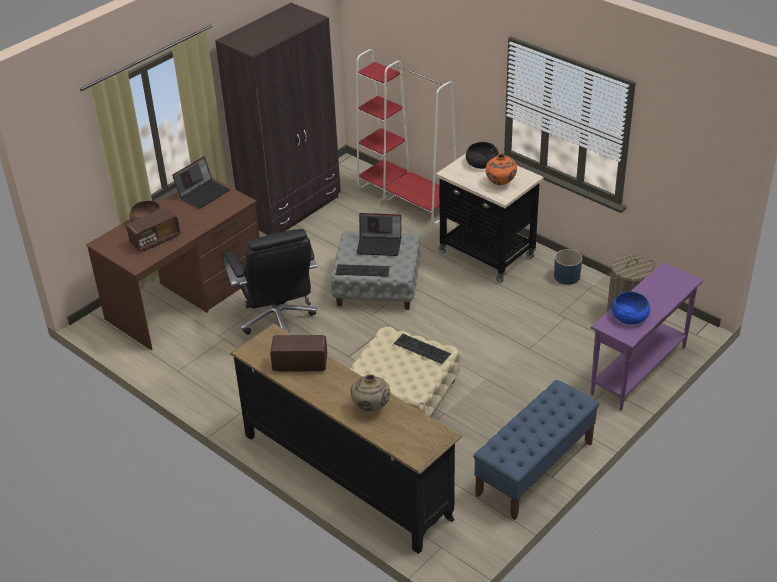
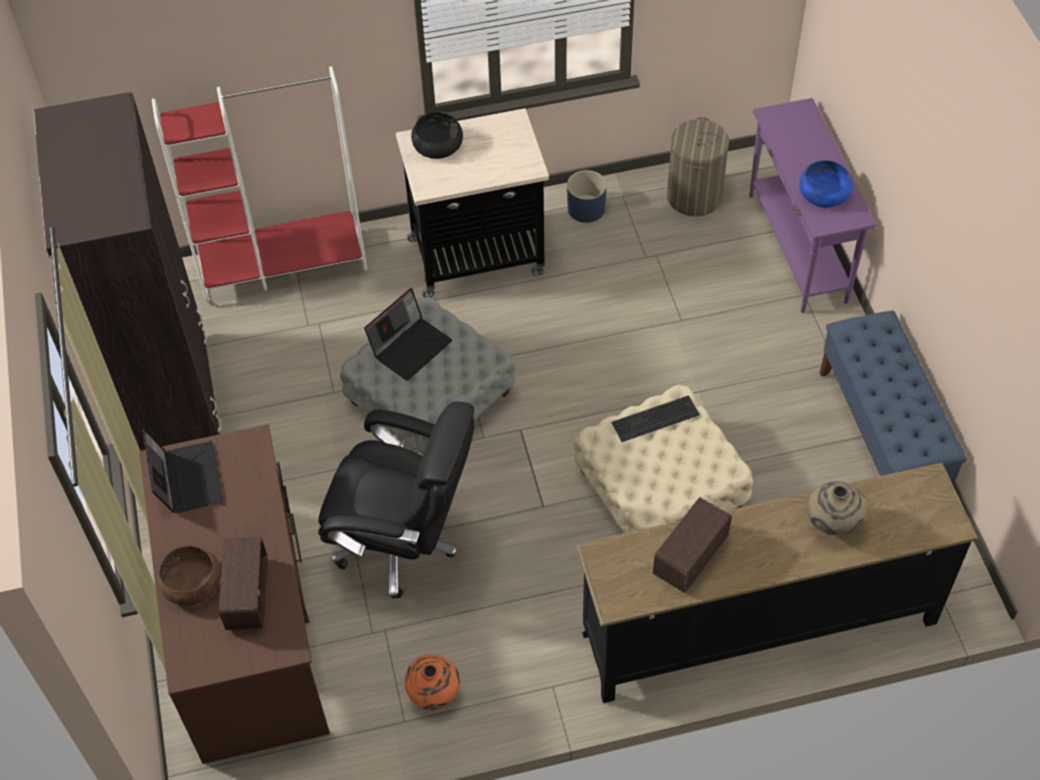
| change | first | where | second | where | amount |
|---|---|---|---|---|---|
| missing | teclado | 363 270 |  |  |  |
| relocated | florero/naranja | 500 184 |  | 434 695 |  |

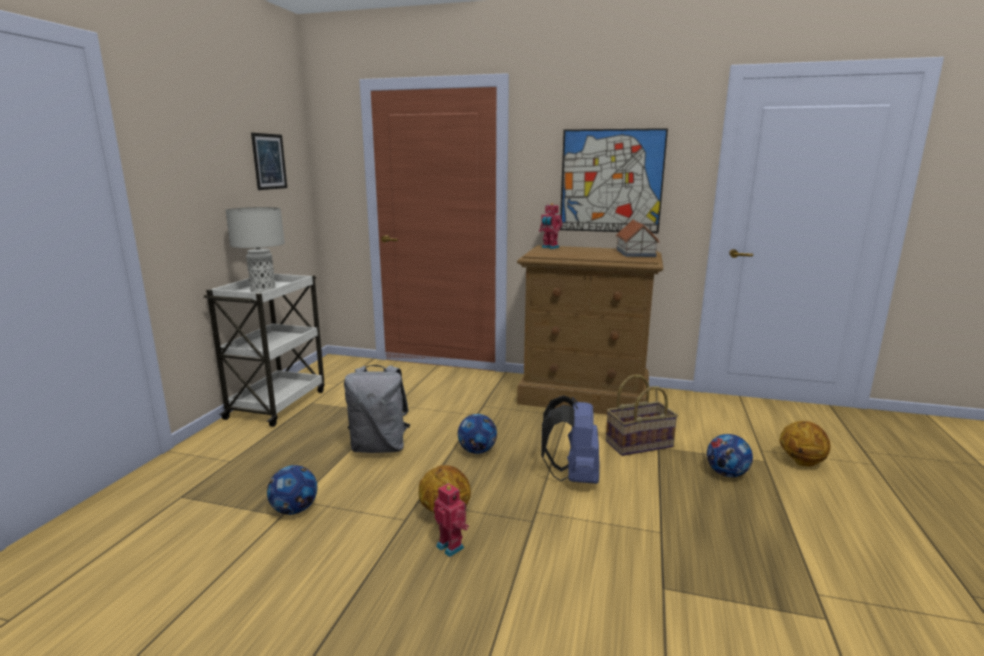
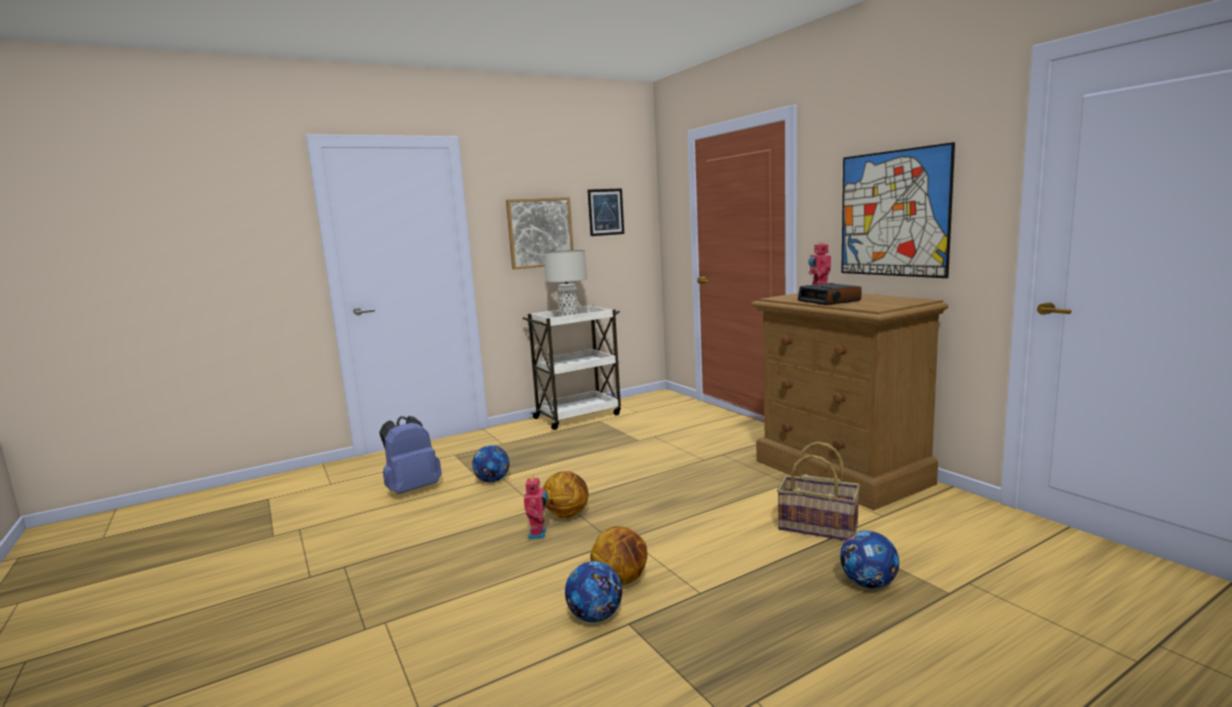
| change | first | where | second | where | amount |
|---|---|---|---|---|---|
| missing | mochila/gris | 380 447 |  |  |  |
| relocated | balón de fútbol | 477 451 |  | 595 616 |  |
| relocated | mochila/azul | 573 477 |  | 412 489 |  |
| missing | casita | 635 253 |  |  |  |
| relocated | balón de baloncesto | 801 462 |  | 621 580 |  |
| appeared |  |  | cuadro | 540 232 |  |
| appeared |  |  | despertador | 829 301 |  |

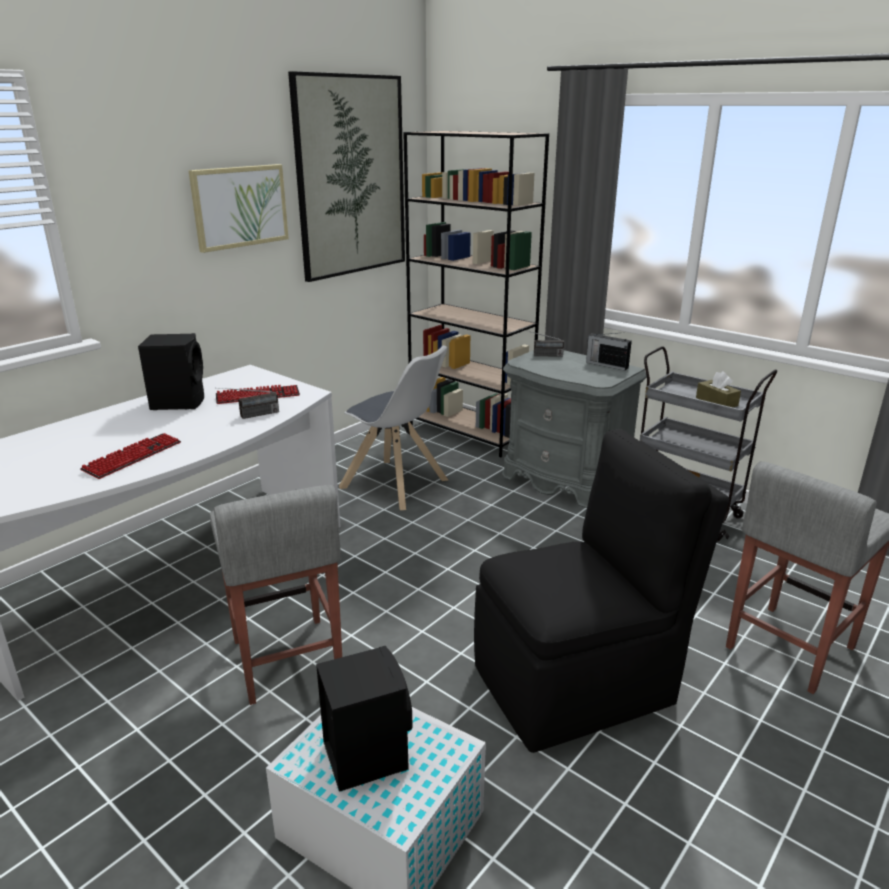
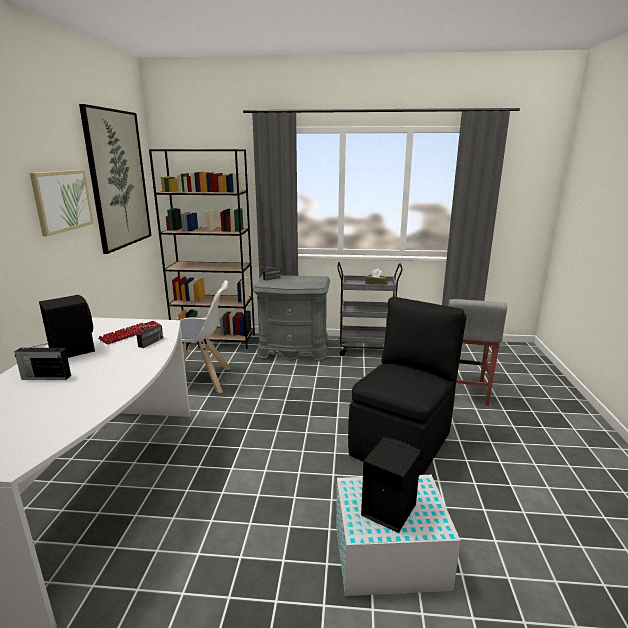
| change | first | where | second | where | amount |
|---|---|---|---|---|---|
| missing | teclado | 133 457 |  |  |  |
| missing | taburete/gris | 286 660 |  |  |  |
| relocated | radio | 606 365 |  | 45 377 |  |

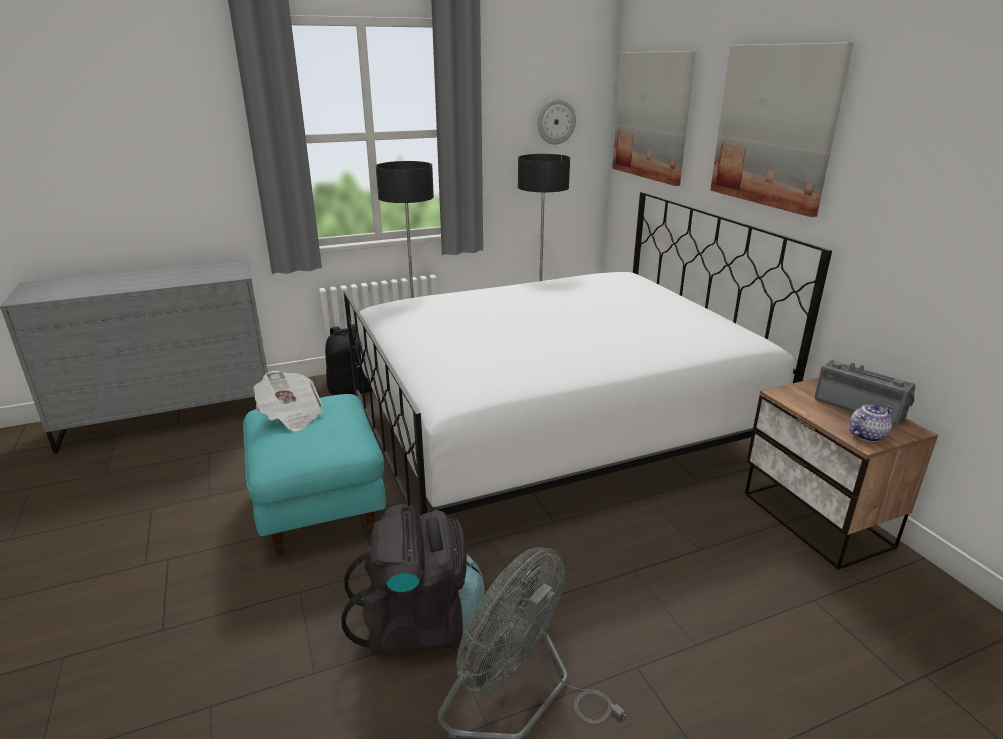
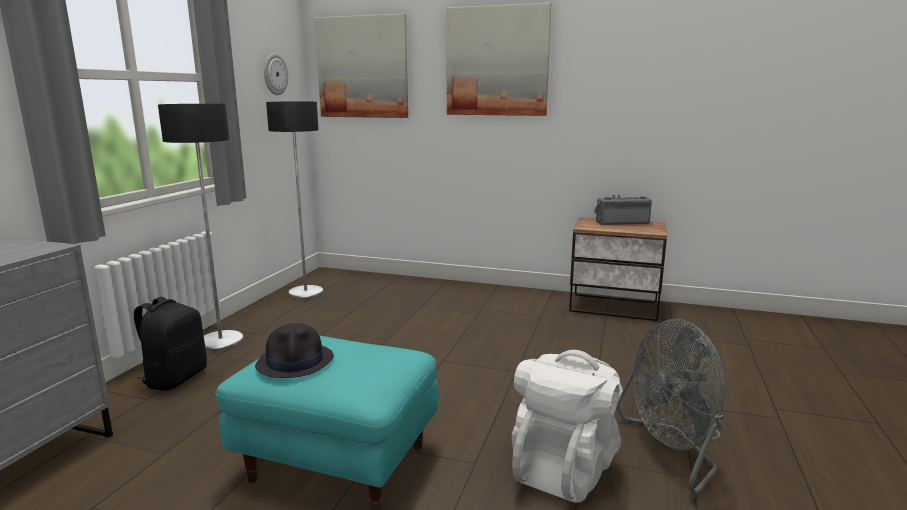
| change | first | where | second | where | amount |
|---|---|---|---|---|---|
| exchanged | periódico | 291 415 | sombrero/negro | 296 361 |  |
| colour | mochila/negro | 419 624 | mochila/blanco | 564 467 |  |
| missing | cama/blanco | 554 433 |  |  |  |
| missing | tetera | 867 435 |  |  |  |

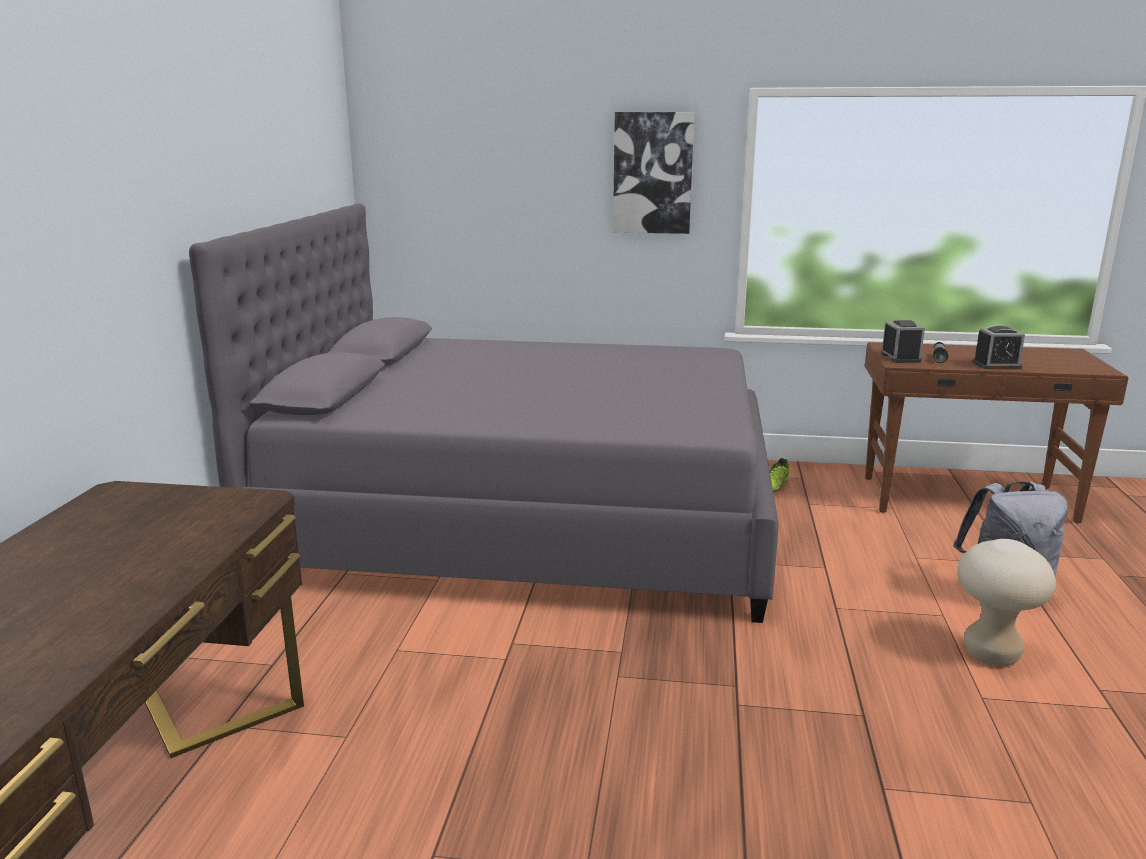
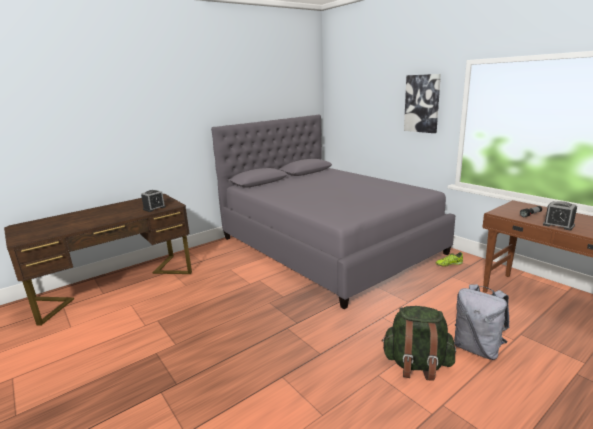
| change | first | where | second | where | amount |
|---|---|---|---|---|---|
| relocated | despertador | 900 357 |  | 154 208 |  |
| exchanged | taburete/beis | 991 654 | mochila/verde | 417 365 |  |

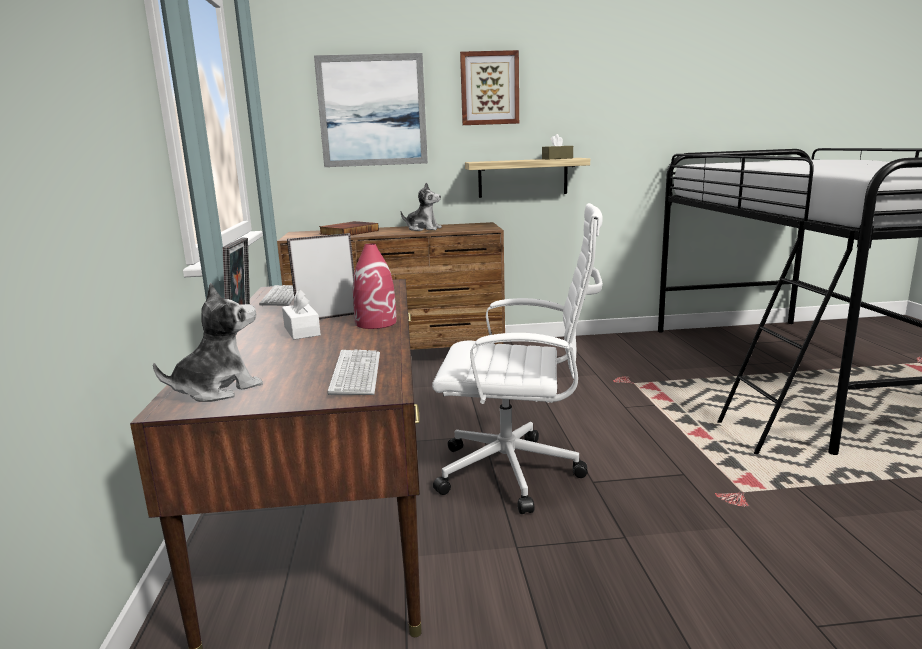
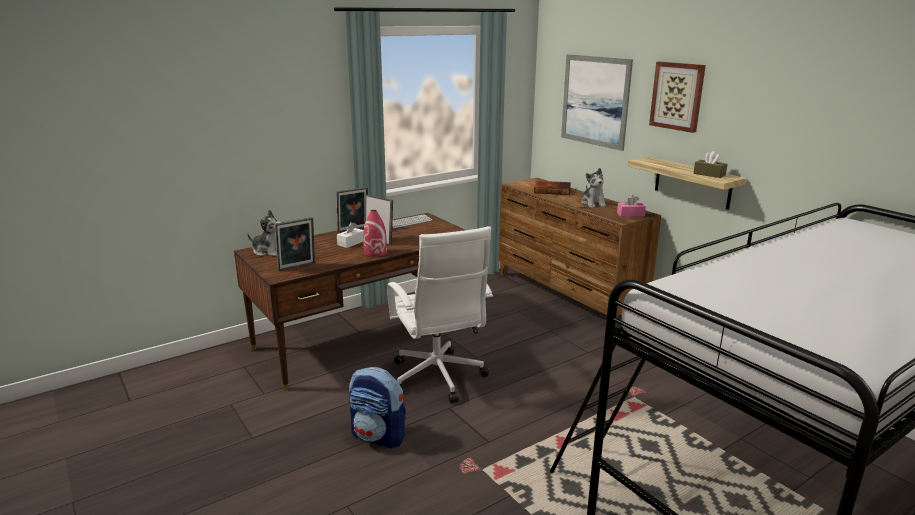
| change | first | where | second | where | amount |
|---|---|---|---|---|---|
| exchanged | teclado | 356 373 | portarretratos | 297 267 |  |
| appeared |  |  | mochila | 379 436 |  |
| appeared |  |  | caja de pañuelos/rosa | 630 214 |  |

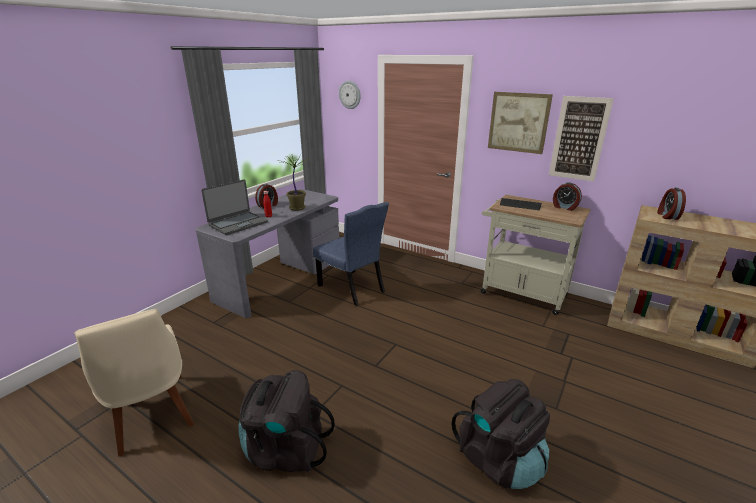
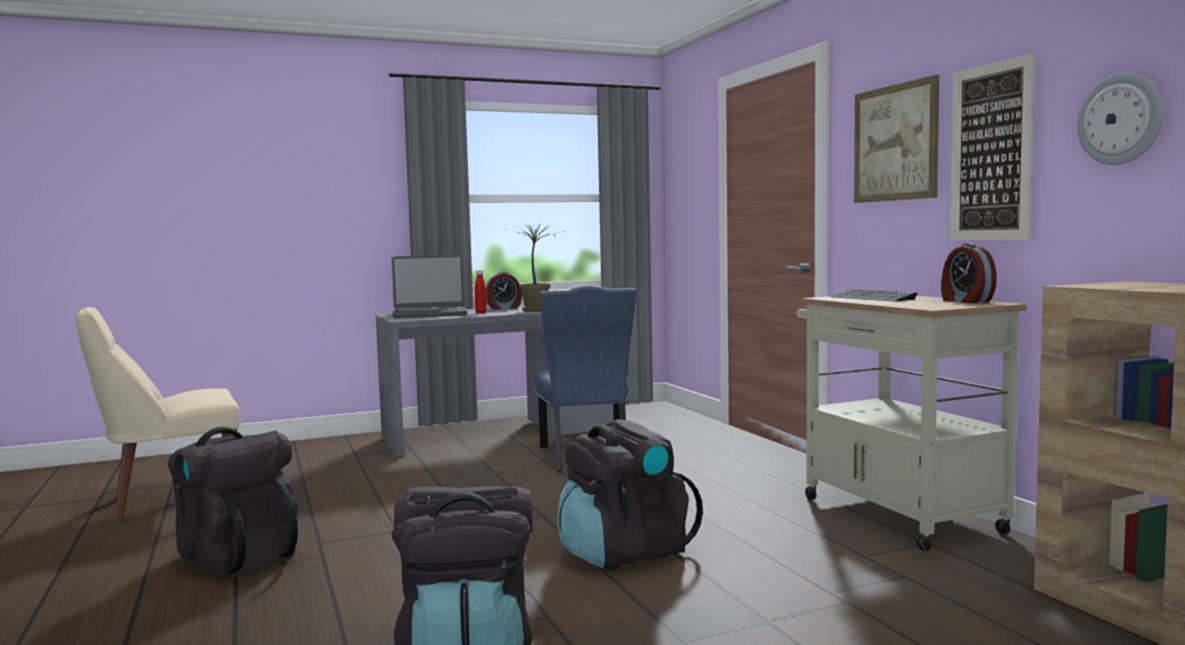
| change | first | where | second | where | amount |
|---|---|---|---|---|---|
| spun | silla/beis | 152 415 |  | 171 501 | 60 degrees clockwise |
| relocated | reloj de pared | 350 94 |  | 1121 119 |  |
| missing | despertador | 667 216 |  |  |  |
| appeared |  |  | mochila/negro | 624 553 |  |

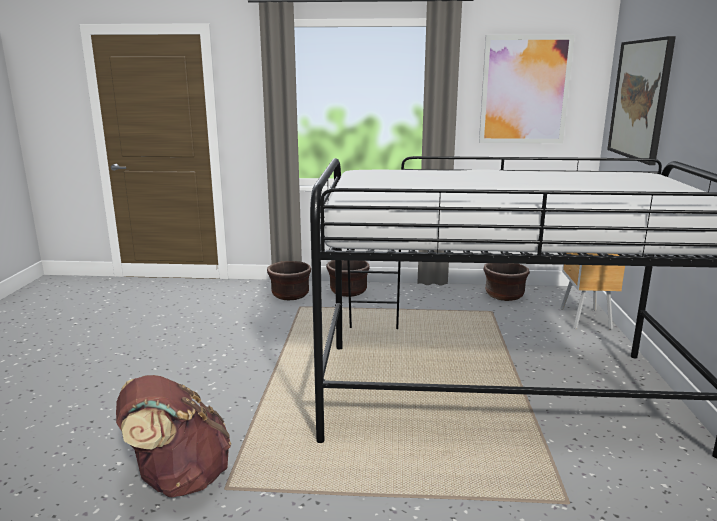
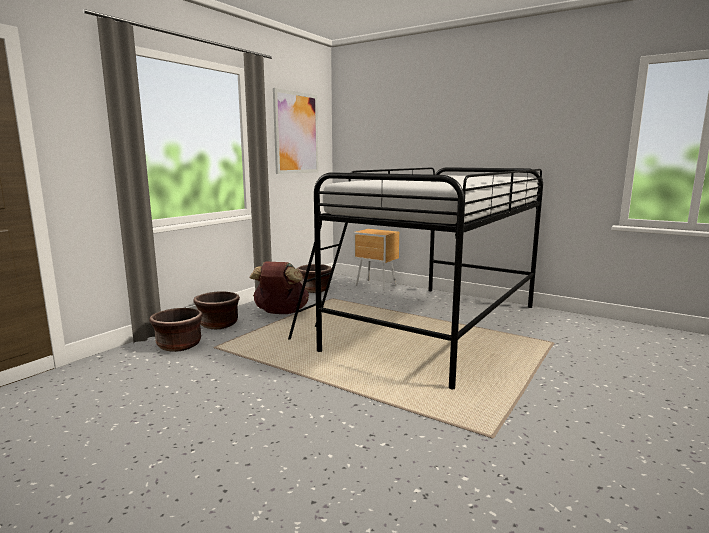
| change | first | where | second | where | amount |
|---|---|---|---|---|---|
| relocated | mochila/marrón | 178 478 |  | 280 313 |  |
| missing | cuadro | 640 100 |  |  |  |

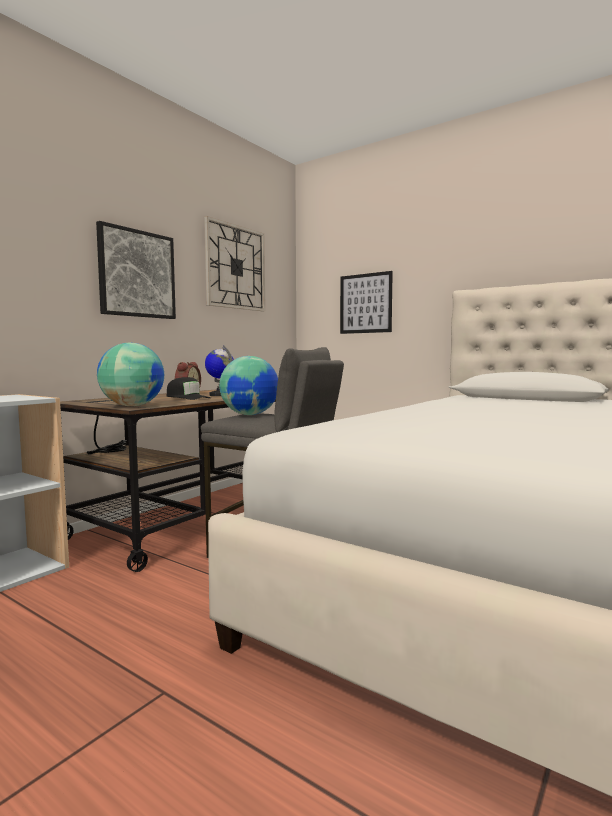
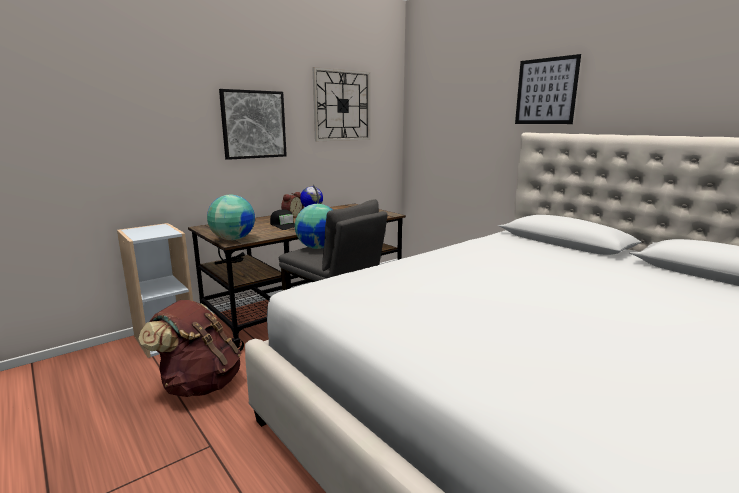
| change | first | where | second | where | amount |
|---|---|---|---|---|---|
| relocated | cuadro | 365 303 |  | 546 91 |  |
| appeared |  |  | mochila/marrón | 199 384 |  |

